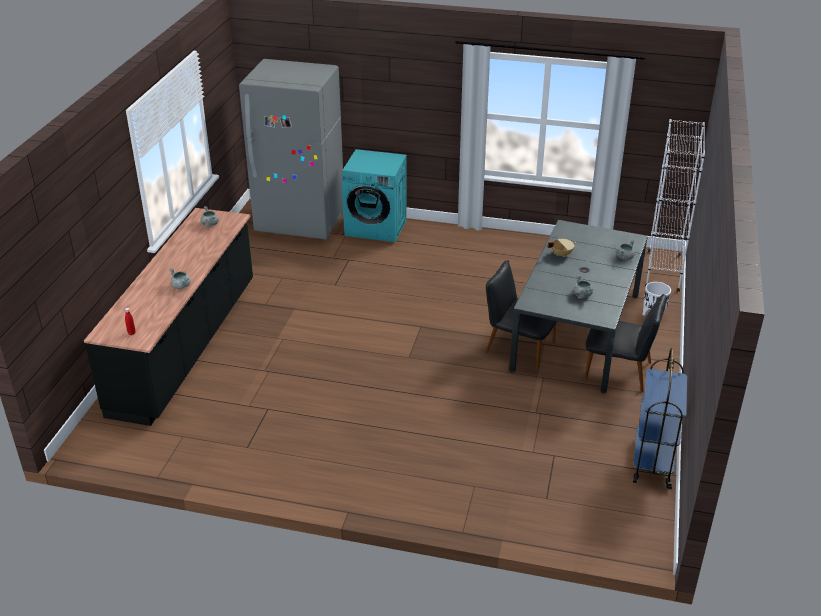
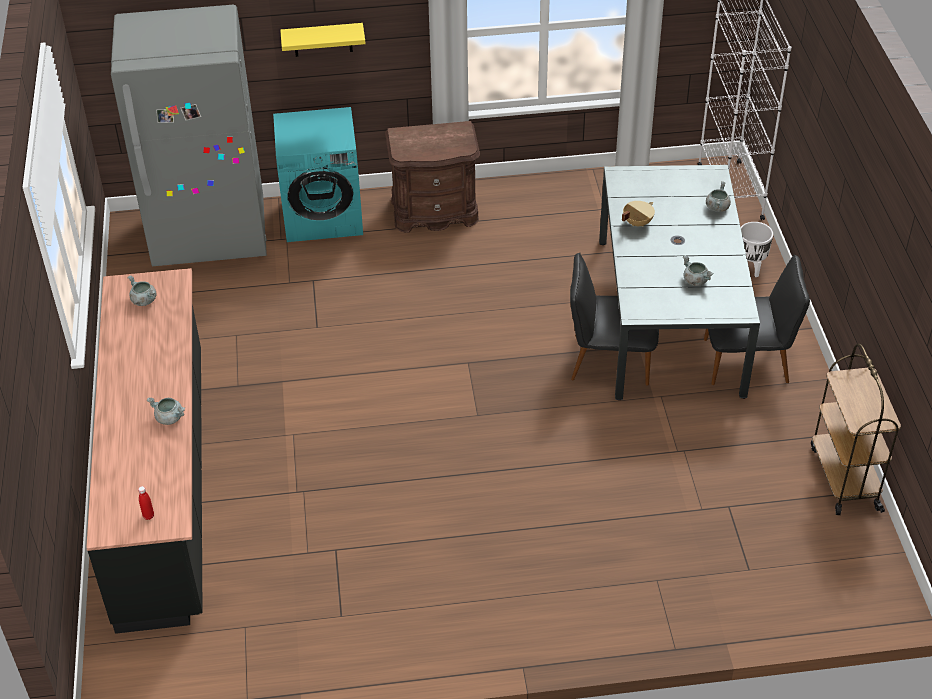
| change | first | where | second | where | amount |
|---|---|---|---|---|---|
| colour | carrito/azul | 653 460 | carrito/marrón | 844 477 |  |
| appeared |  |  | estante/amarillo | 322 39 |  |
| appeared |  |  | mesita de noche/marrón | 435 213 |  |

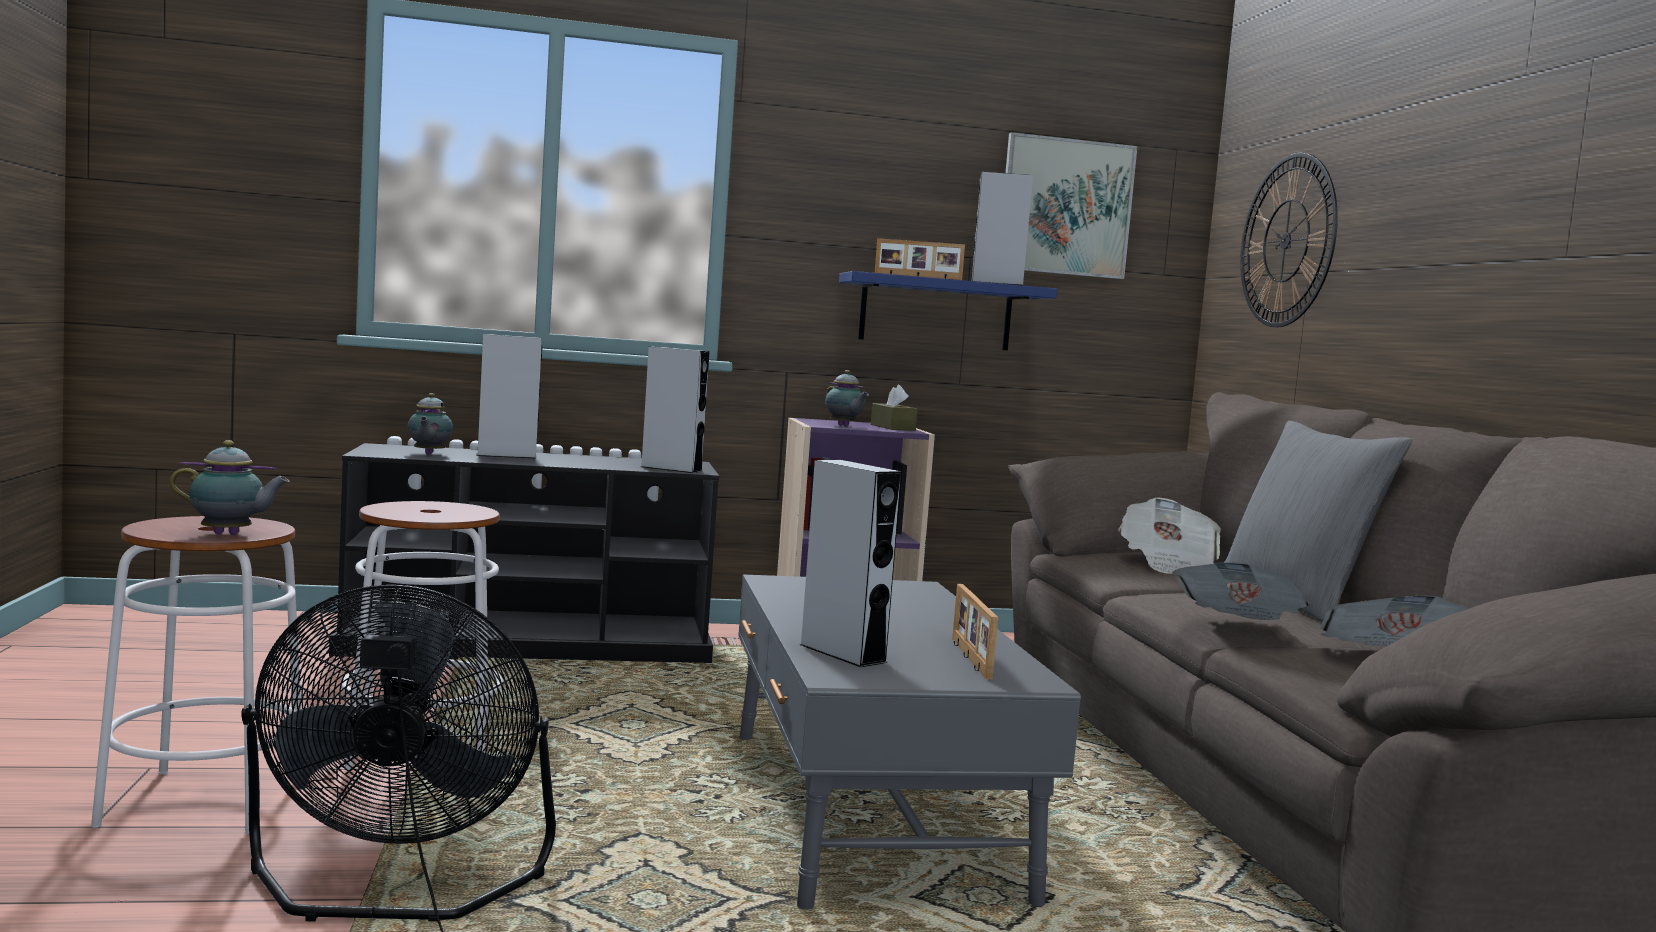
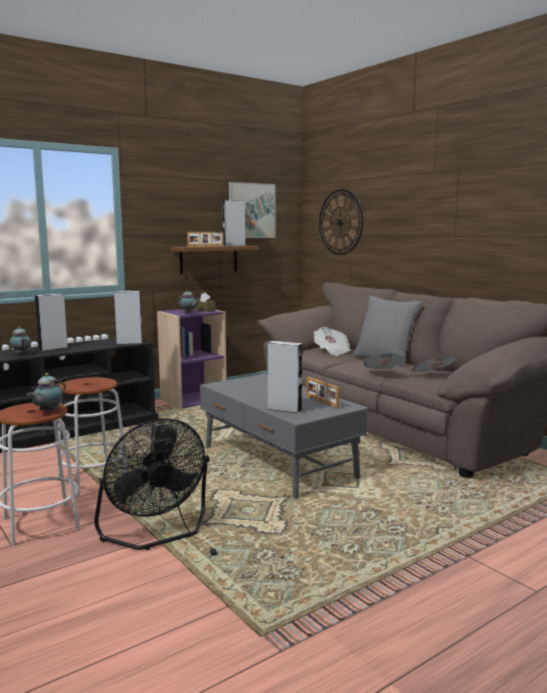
| change | first | where | second | where | amount |
|---|---|---|---|---|---|
| spun | tetera | 229 534 |  | 48 412 | 150 degrees clockwise |
| colour | estante/azul | 936 313 | estante/marrón | 208 259 |  |

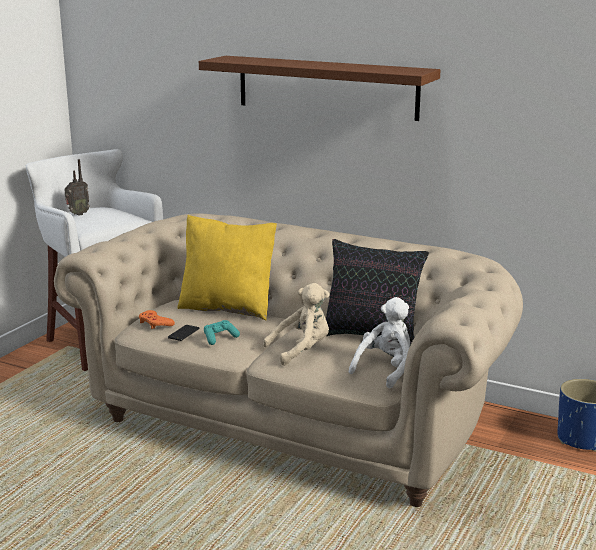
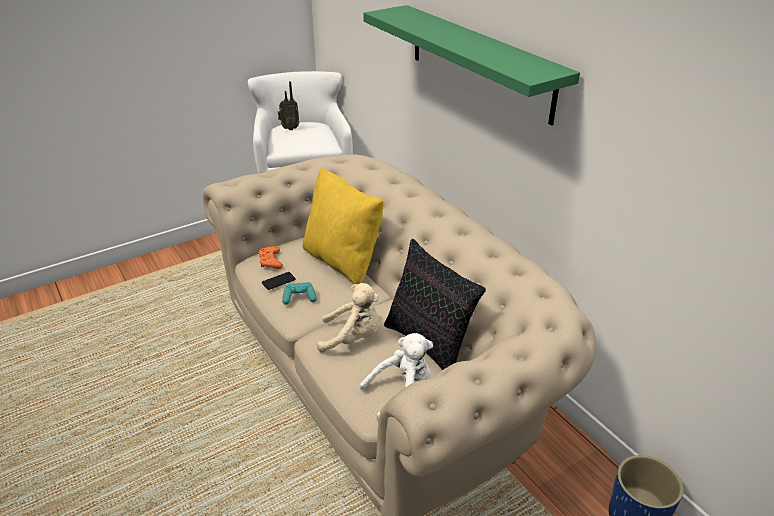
| change | first | where | second | where | amount |
|---|---|---|---|---|---|
| colour | estante/marrón | 326 87 | estante/verde | 479 61 |  |

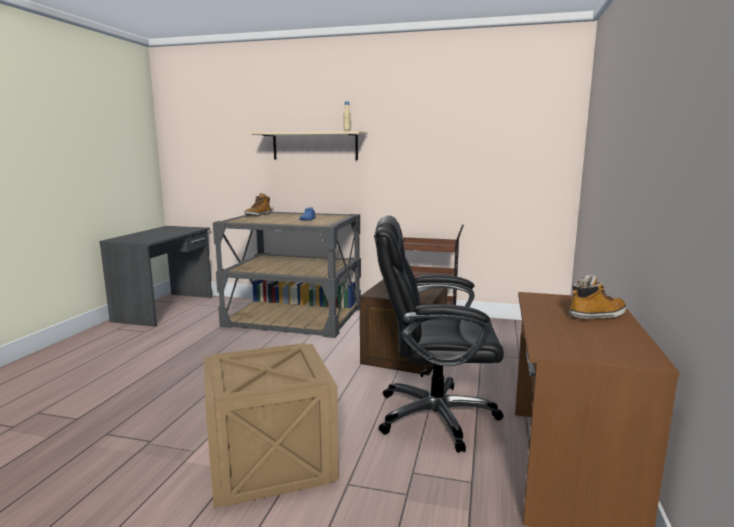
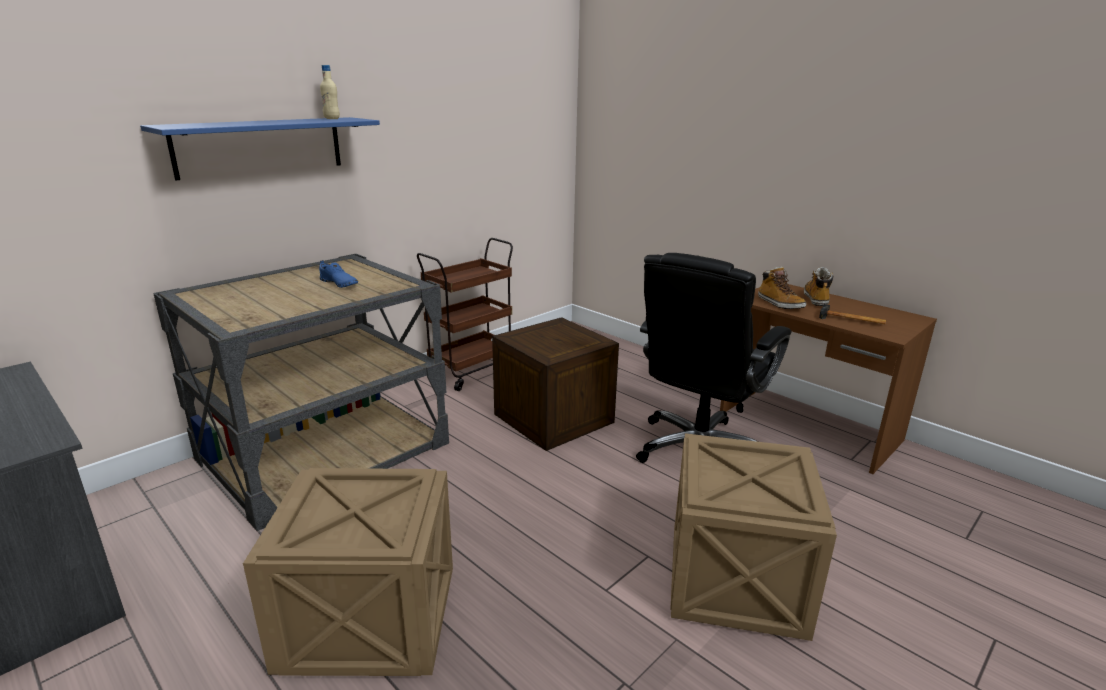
| change | first | where | second | where | amount |
|---|---|---|---|---|---|
| relocated | bota | 258 215 |  | 779 304 |  |
| colour | estante/beis | 315 146 | estante/azul | 260 146 |  |
| appeared |  |  | caja de embalaje | 367 619 |  |
| appeared |  |  | martillo | 851 320 |  |

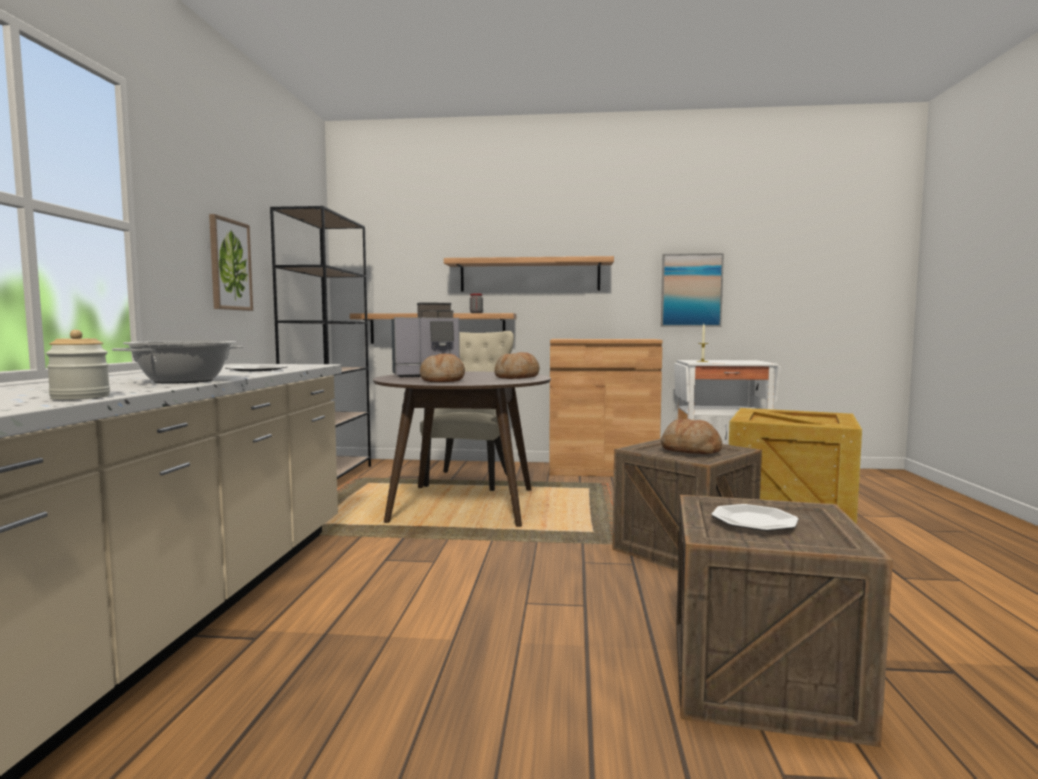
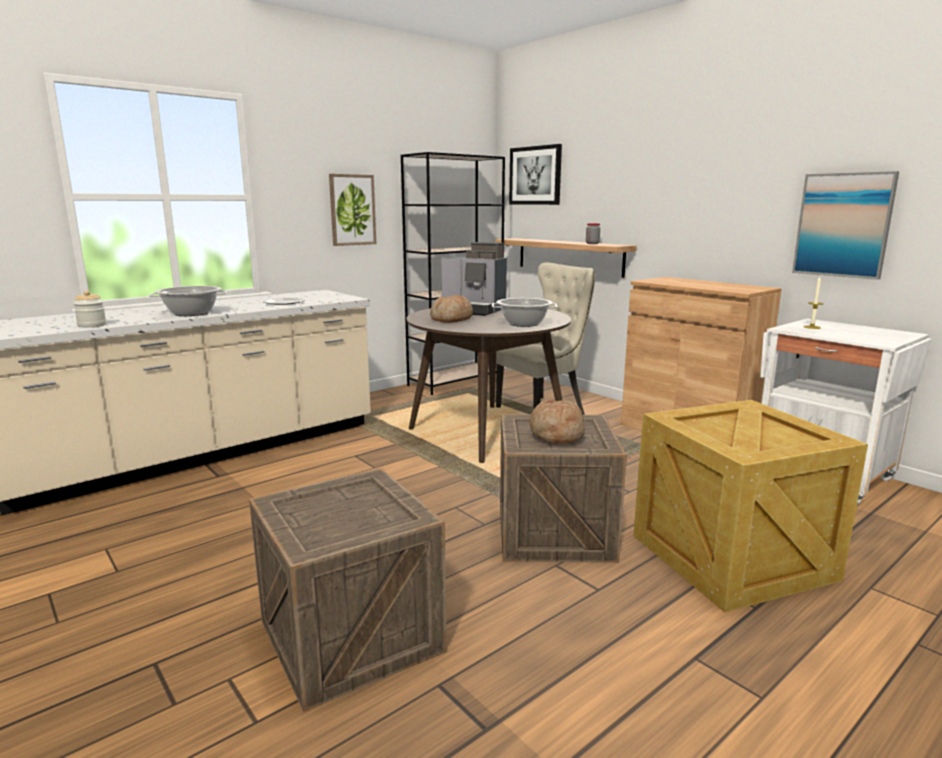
| change | first | where | second | where | amount |
|---|---|---|---|---|---|
| missing | estante | 529 275 |  |  |  |
| exchanged | pan | 517 377 | olla | 523 324 |  |
| missing | plato | 754 520 |  |  |  |
| appeared |  |  | cuadro | 535 175 |  |

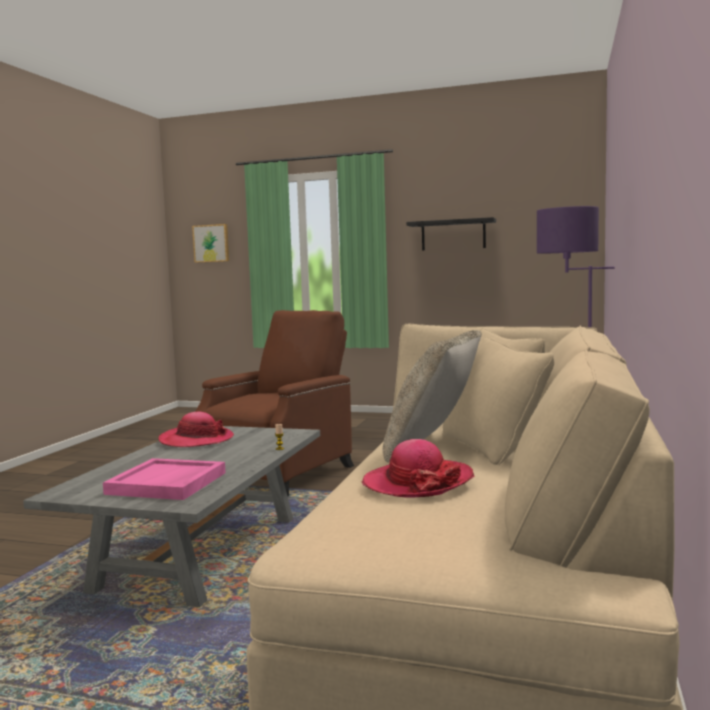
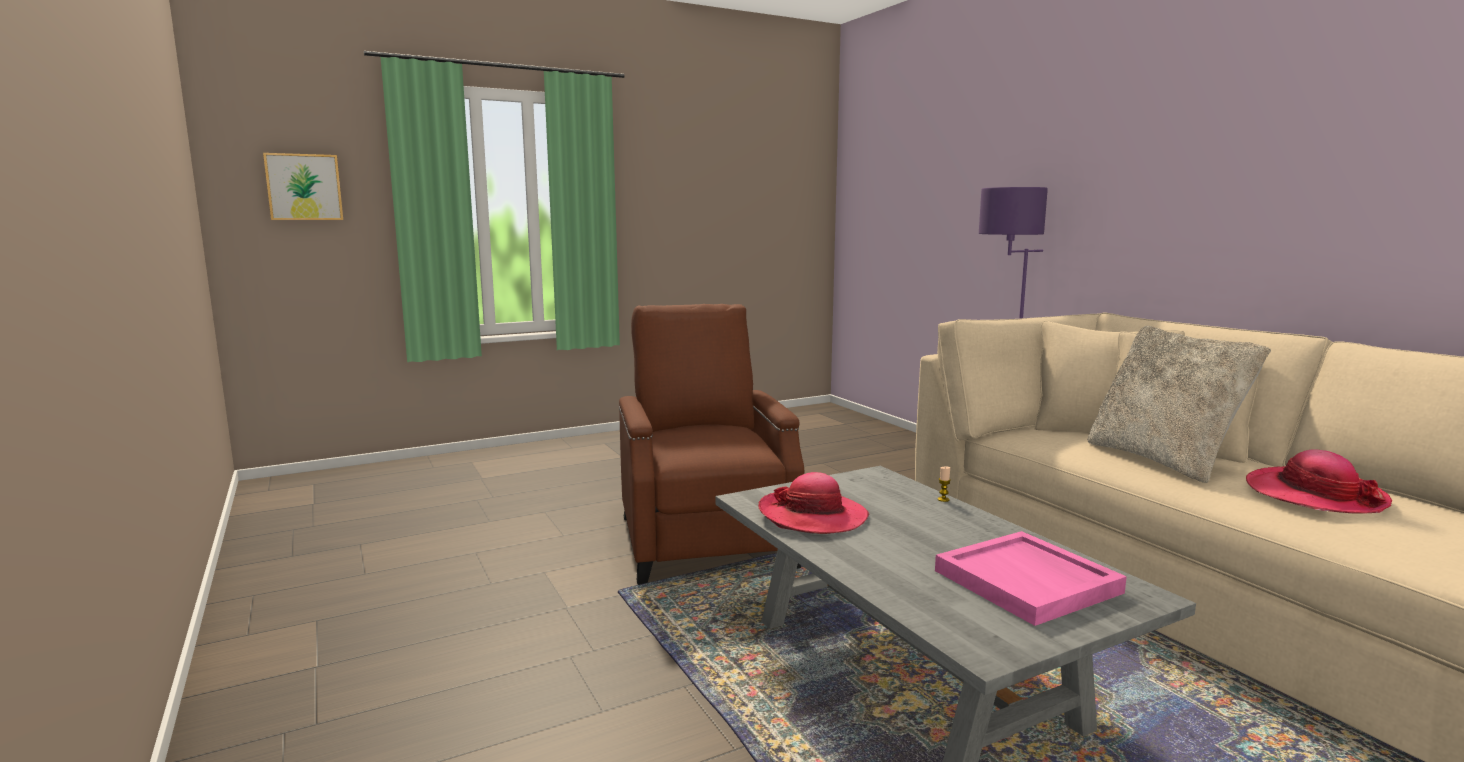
| change | first | where | second | where | amount |
|---|---|---|---|---|---|
| missing | estante/negro | 453 235 |  |  |  |

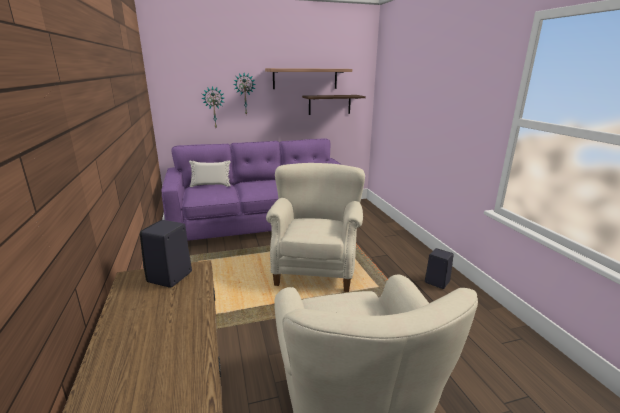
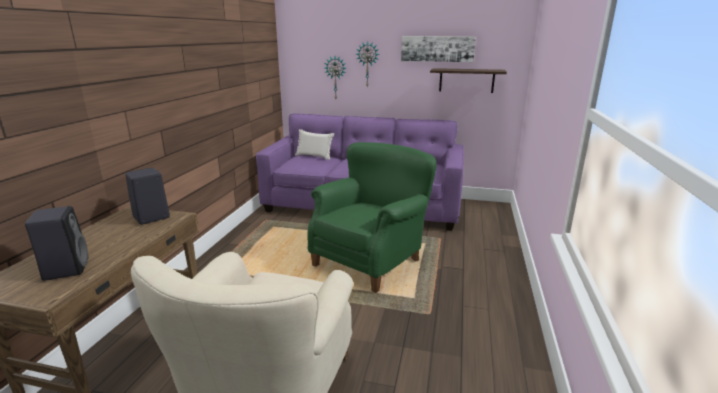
| change | first | where | second | where | amount |
|---|---|---|---|---|---|
| exchanged | estante | 305 78 | cuadro | 437 48 |  |
| colour | sillón/beis | 315 266 | sillón/verde | 370 259 |  |
| relocated | altavoz/negro | 436 282 |  | 66 268 |  |

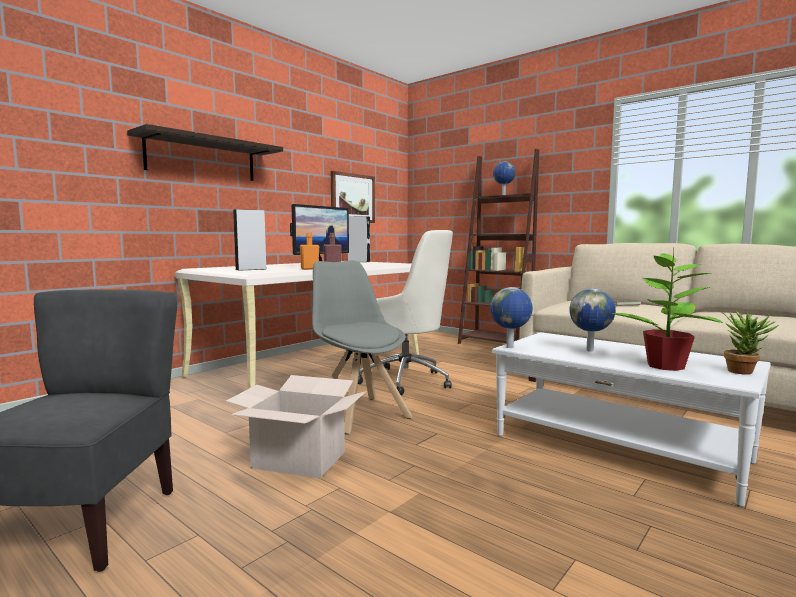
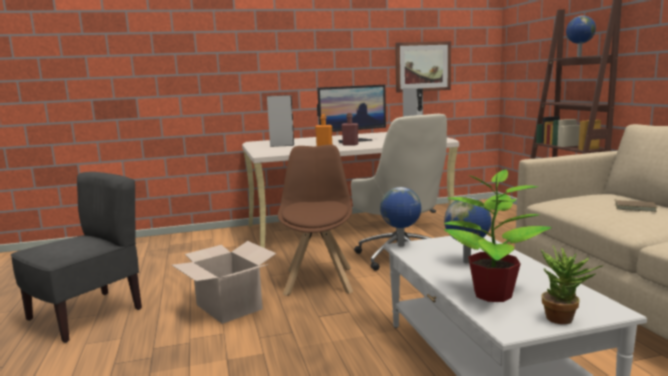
| change | first | where | second | where | amount |
|---|---|---|---|---|---|
| missing | estante | 202 158 |  |  |  |
| colour | silla/gris | 358 412 | silla/marrón | 319 279 |  |

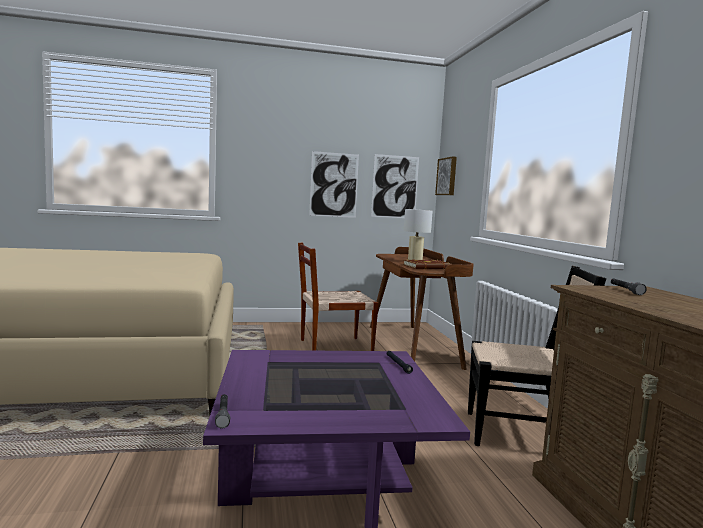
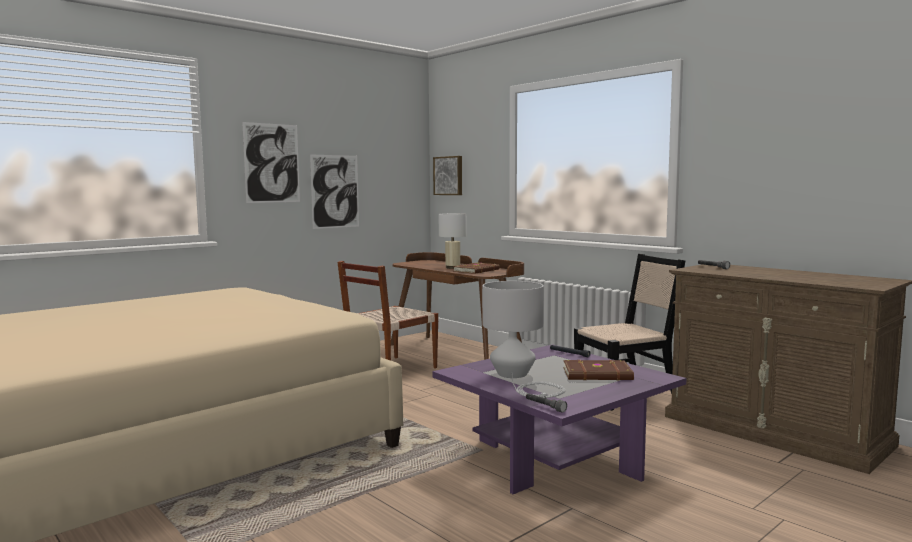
| change | first | where | second | where | amount |
|---|---|---|---|---|---|
| relocated | cuadro | 395 186 |  | 272 163 |  |
| appeared |  |  | lámpara de mesa/blanco | 522 380 |  |
| appeared |  |  | libro/marrón | 598 374 |  |

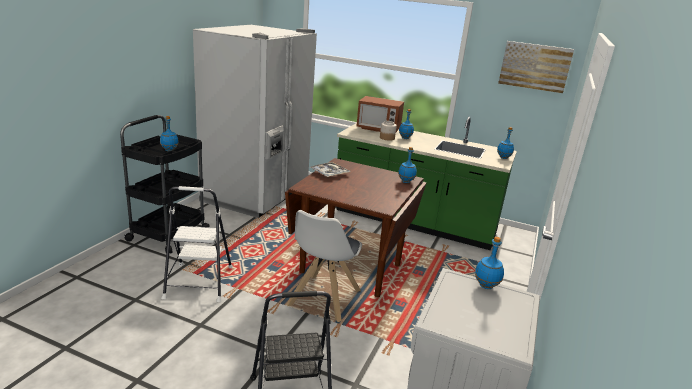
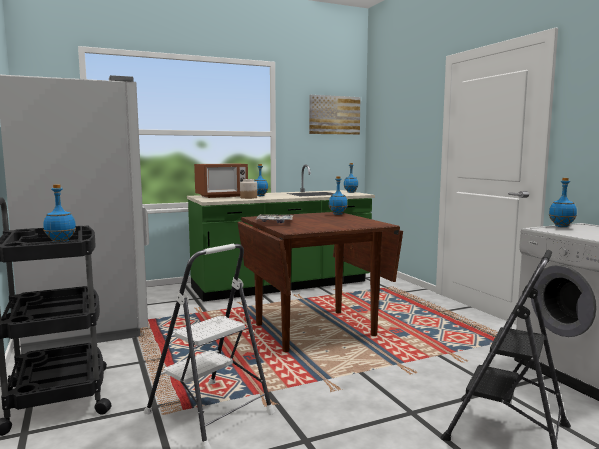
| change | first | where | second | where | amount |
|---|---|---|---|---|---|
| missing | silla | 323 298 |  |  |  |

